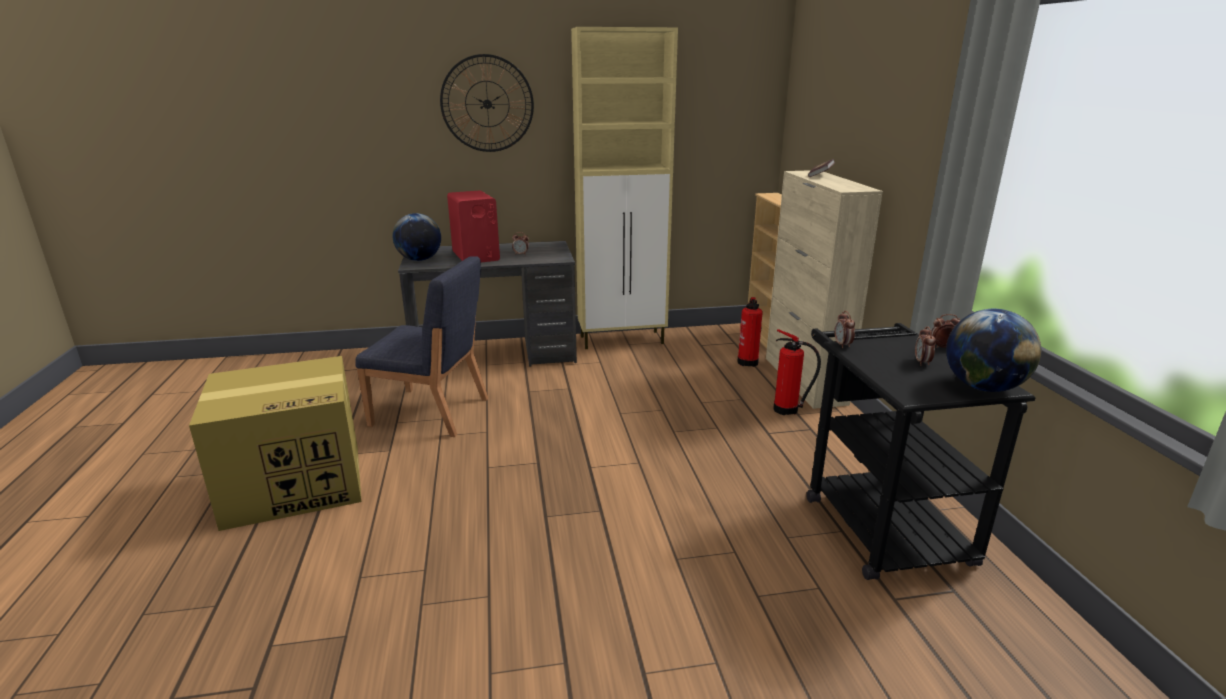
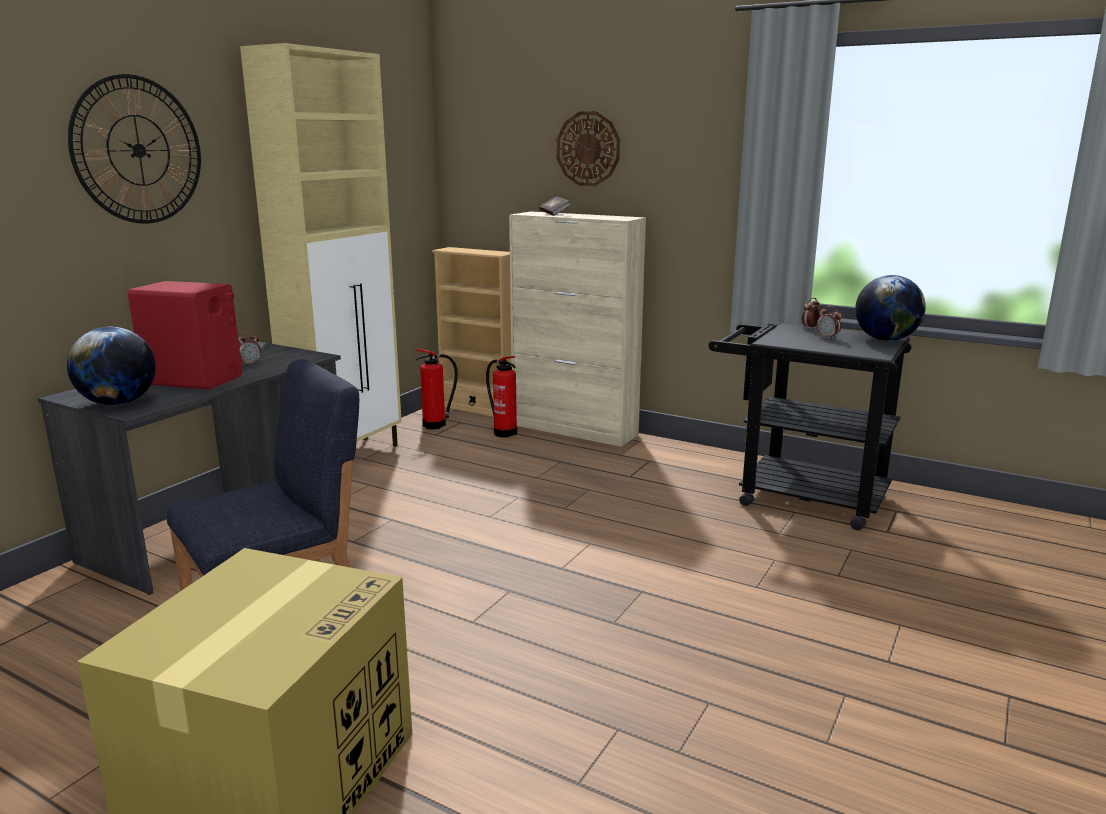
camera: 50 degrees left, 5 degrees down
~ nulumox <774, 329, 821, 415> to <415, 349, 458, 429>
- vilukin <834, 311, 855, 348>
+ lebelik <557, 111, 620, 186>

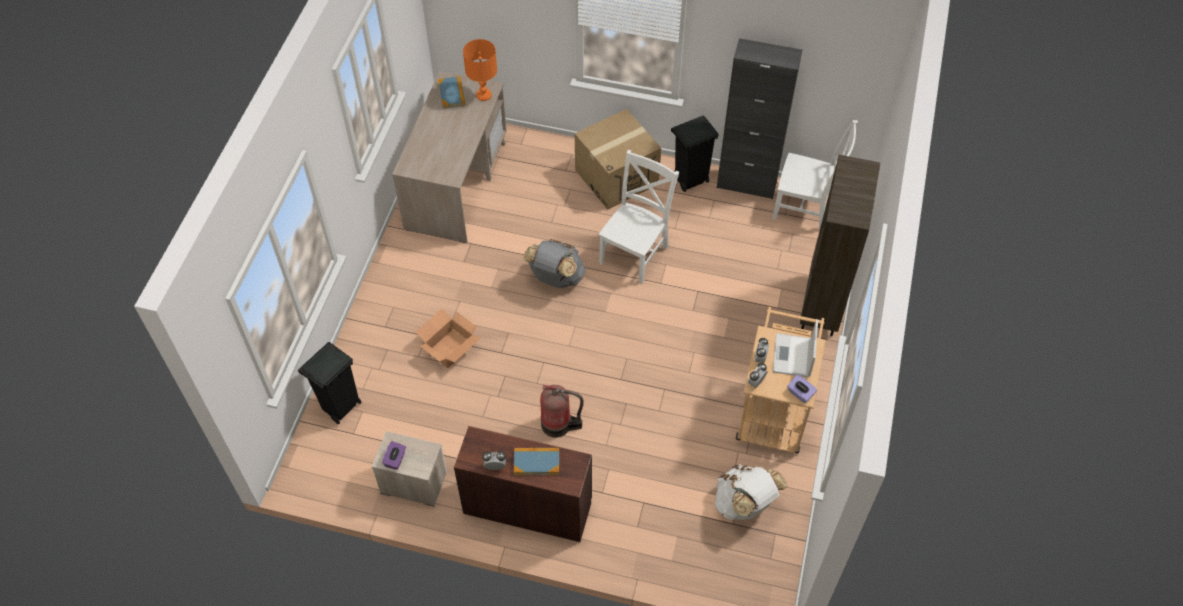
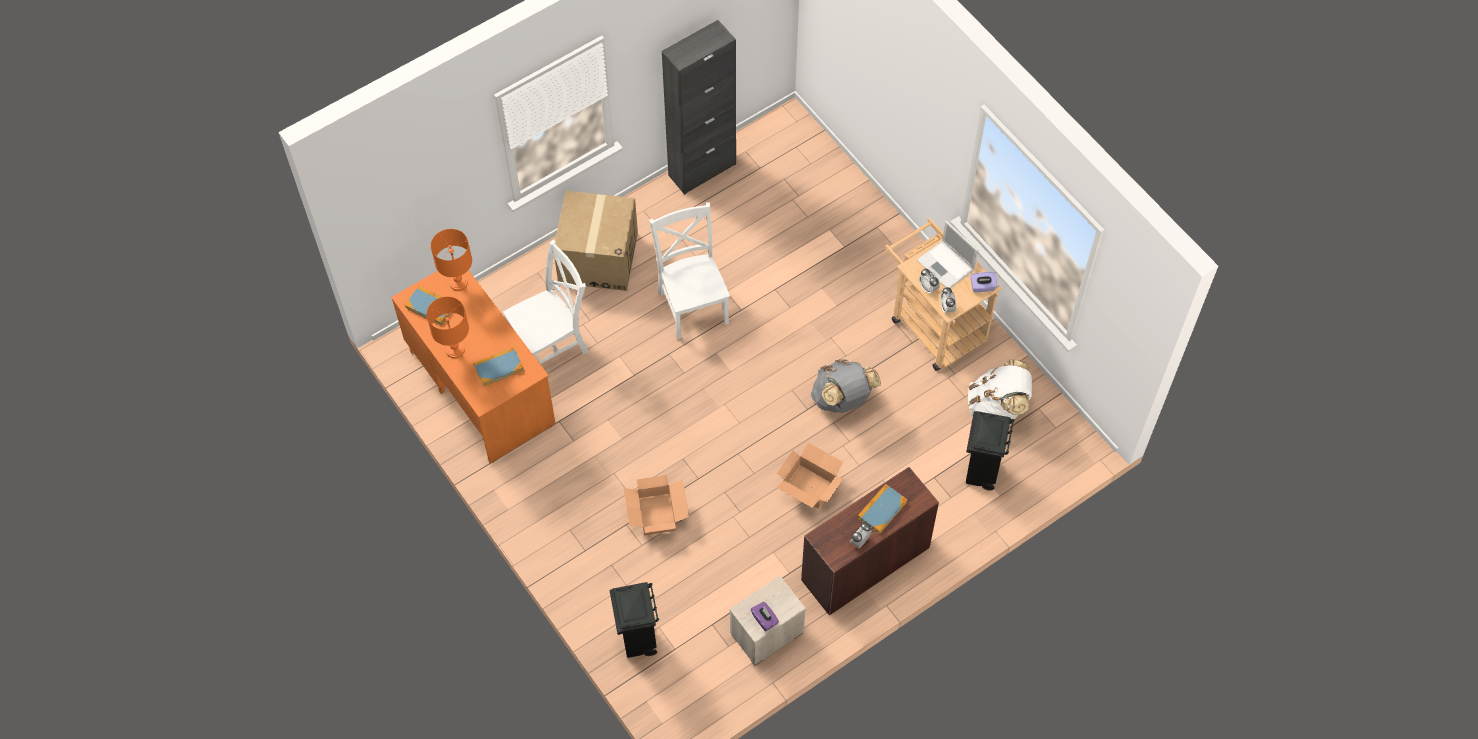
camera: 50 degrees left, 5 degrees up
~ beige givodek <392, 71, 507, 243> to orange givodek <391, 270, 556, 464>
~ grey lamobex <523, 239, 586, 288> to <811, 359, 881, 413>
~ nulumox <540, 385, 584, 438> to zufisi <777, 442, 843, 509>
~ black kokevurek <671, 116, 719, 192> to <966, 411, 1014, 490>
~ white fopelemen <772, 120, 858, 230> to <503, 240, 589, 364>
- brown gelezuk <800, 155, 880, 336>
+ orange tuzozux <426, 297, 469, 358>
+ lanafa <473, 347, 524, 386>

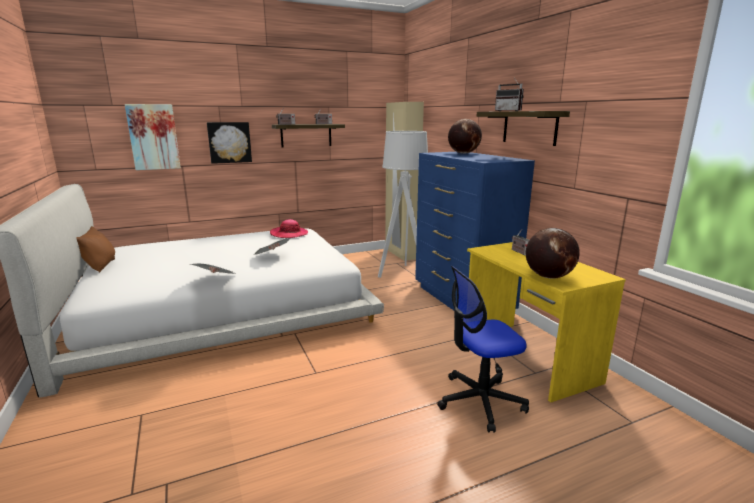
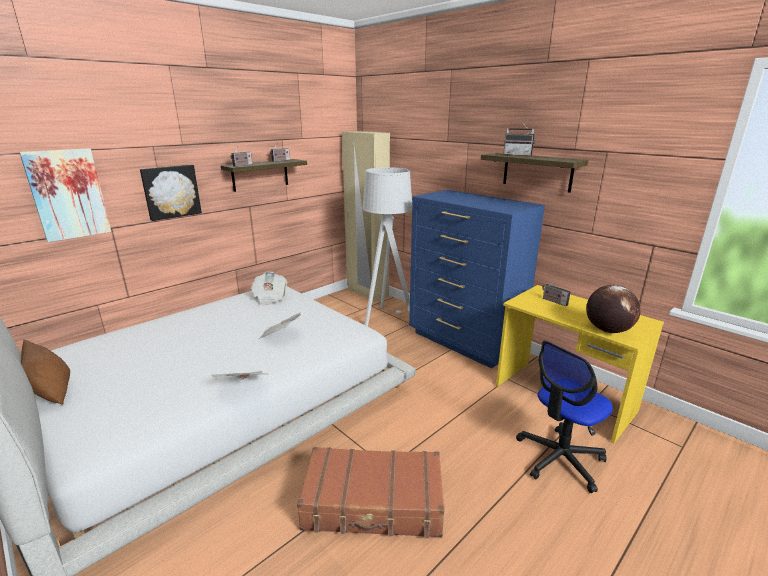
camera: 20 degrees left, 5 degrees up
~ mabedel <270, 219, 308, 238> to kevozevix <251, 272, 287, 306>
- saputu <448, 119, 482, 154>
+ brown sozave <297, 447, 445, 538>

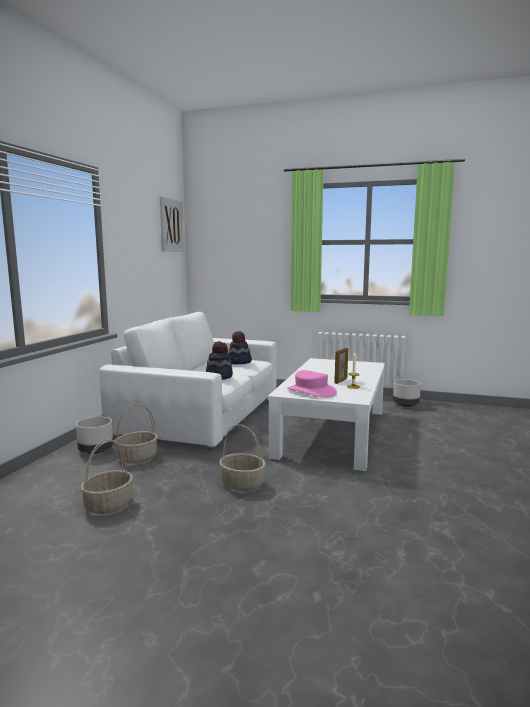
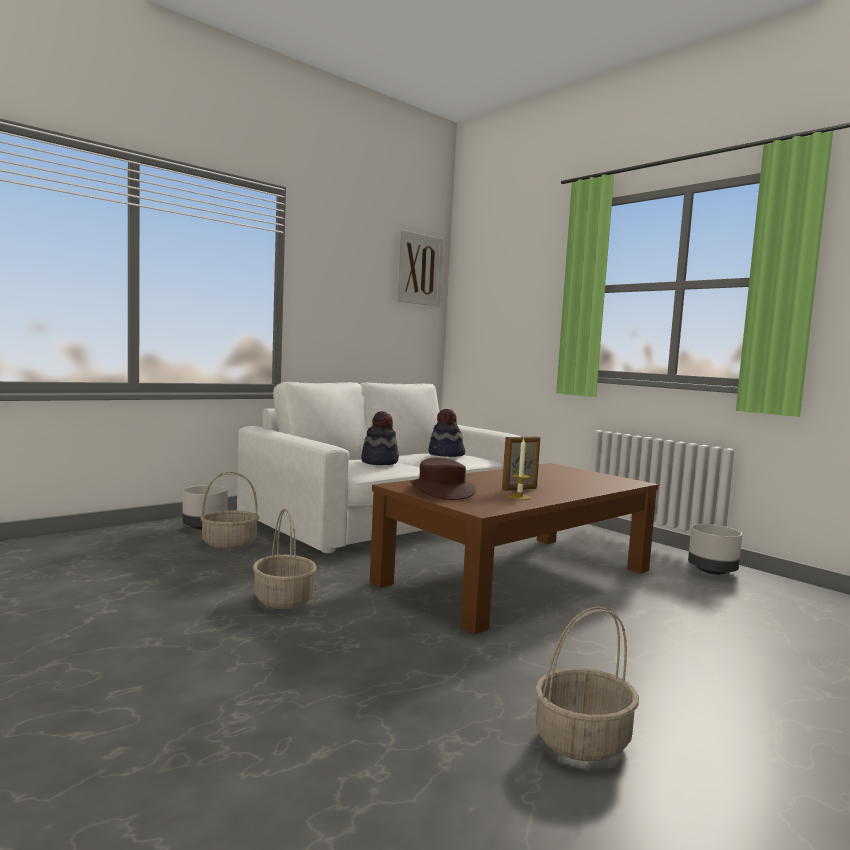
camera: 30 degrees right, 5 degrees down
~ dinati <80, 439, 133, 514> to <535, 607, 639, 761>
~ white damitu <268, 358, 385, 471> to brown damitu <370, 463, 659, 634>
~ pink mabedel <287, 370, 337, 397> to brown mabedel <410, 458, 476, 500>

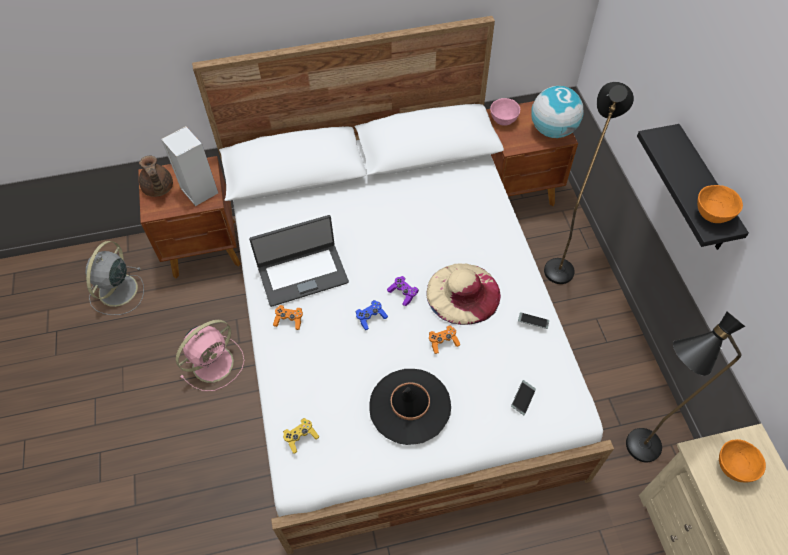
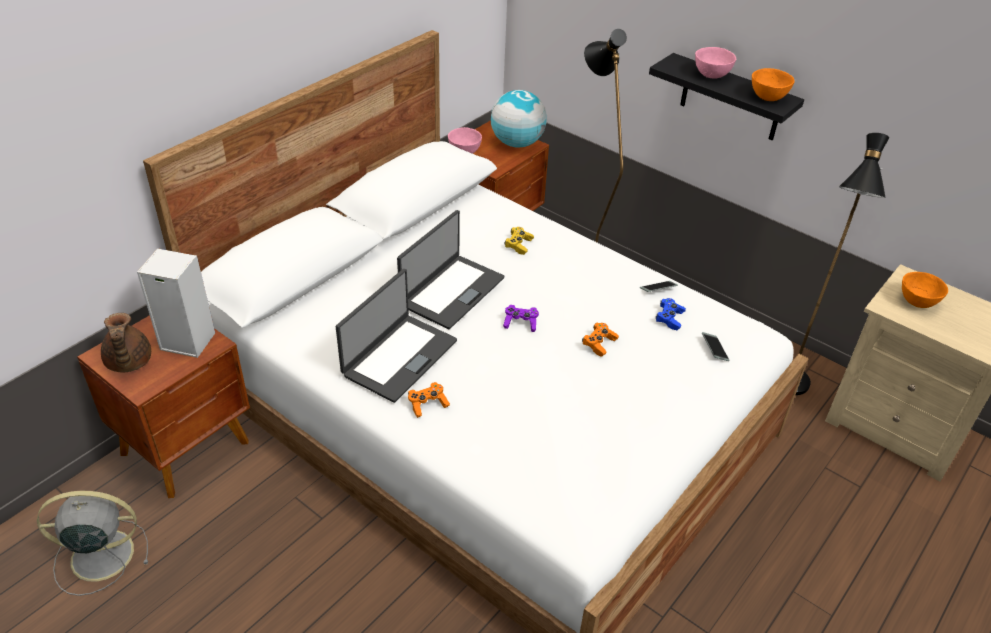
camera: 40 degrees left, 15 degrees down
~ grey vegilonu <85, 241, 144, 315> = <37, 491, 148, 596> 105 degrees clockwise
~ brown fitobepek <139, 156, 173, 197> = <101, 313, 151, 373> 45 degrees clockwise
- pink vegilonu <176, 320, 245, 391>
~ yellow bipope <283, 418, 319, 454> to <504, 227, 534, 255>
~ blue bipope <356, 300, 388, 330> to <656, 298, 686, 330>
- black mabedel <369, 369, 451, 445>
- beige mabedel <426, 264, 501, 325>
+ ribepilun <397, 210, 504, 329>
+ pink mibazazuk <695, 47, 736, 79>

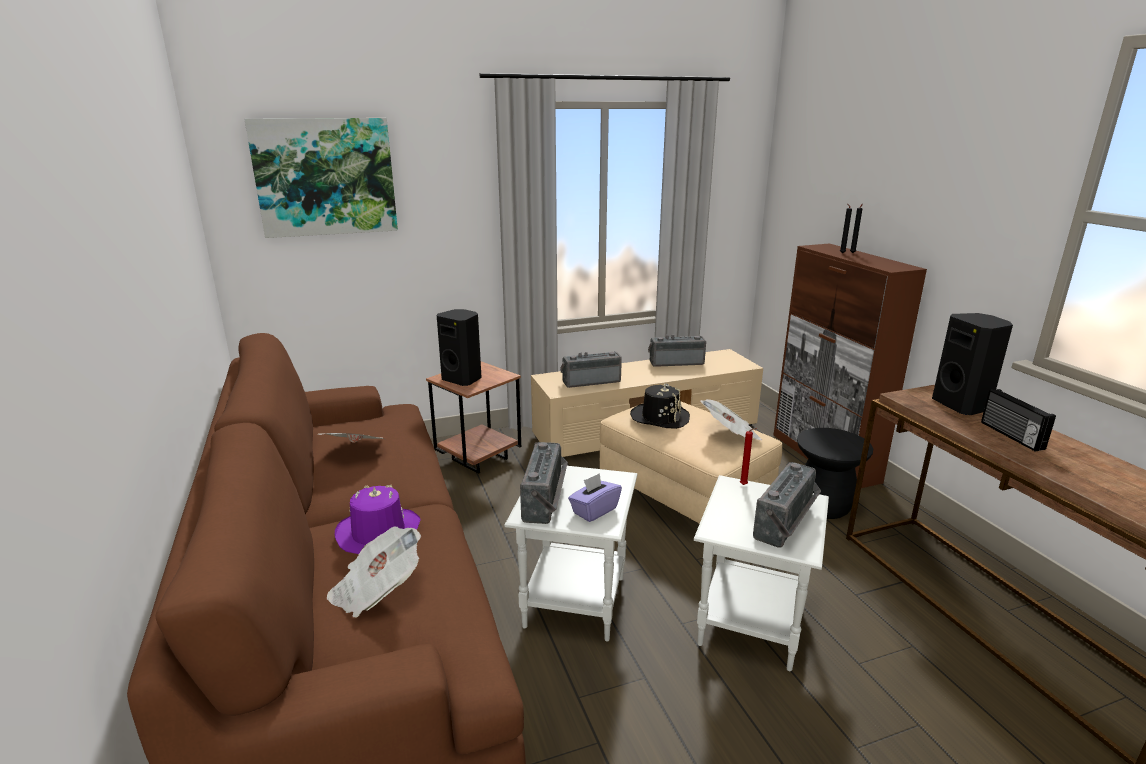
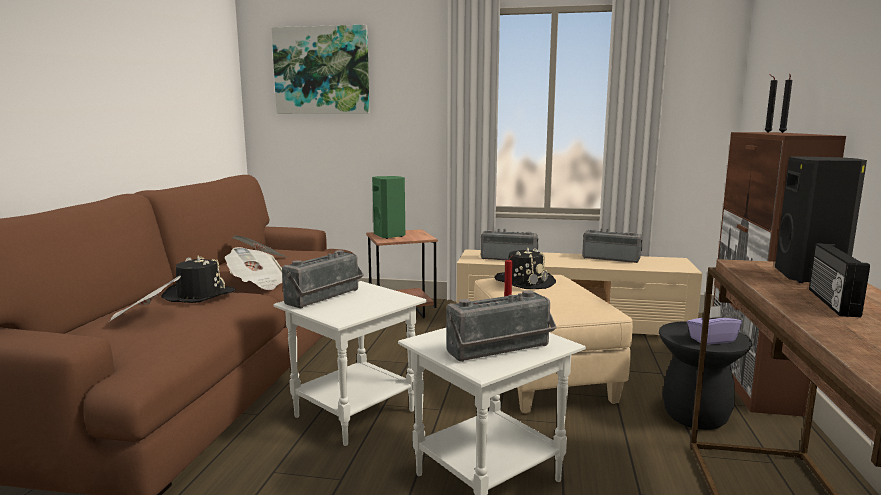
camera: 30 degrees right, 10 degrees down
~ purple mabedel <335, 485, 421, 554> to black mabedel <161, 255, 235, 303>
~ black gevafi <437, 309, 482, 386> to green gevafi <372, 176, 405, 239>
~ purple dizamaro <568, 473, 622, 522> to <687, 306, 742, 345>
~ kevozevix <700, 399, 762, 440> to <225, 247, 283, 290>

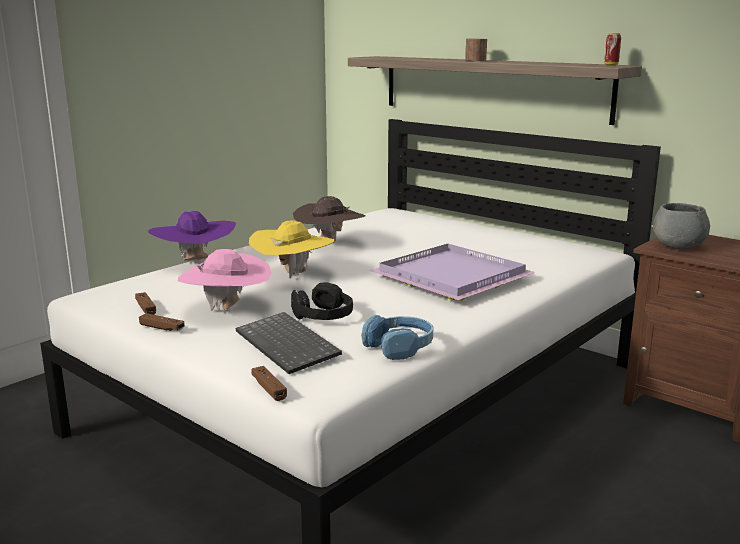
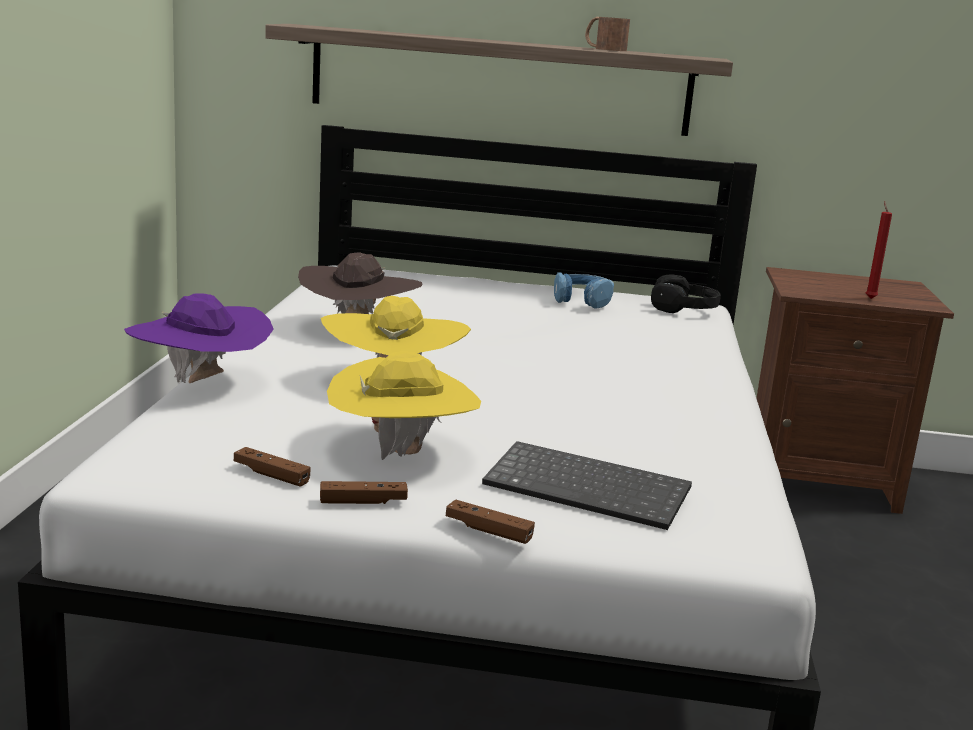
camera: 35 degrees left, 0 degrees up
~ pink mabedel <178, 249, 271, 311> to yellow mabedel <327, 352, 481, 460>
~ brown bipope <252, 366, 287, 401> to <446, 500, 535, 544>
~ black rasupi <291, 282, 353, 320> to <651, 274, 721, 313>
~ blue rasupi <361, 315, 433, 360> to <554, 272, 614, 309>
- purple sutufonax <369, 244, 535, 301>
~ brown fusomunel <465, 39, 487, 61> to <585, 17, 630, 51>
- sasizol <604, 33, 621, 66>
- grey mibazazuk <653, 203, 710, 249>
+ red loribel <866, 201, 892, 299>

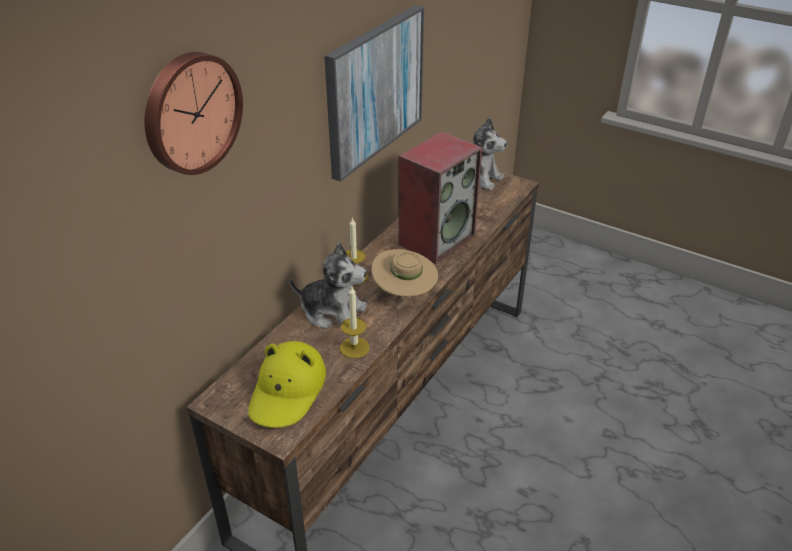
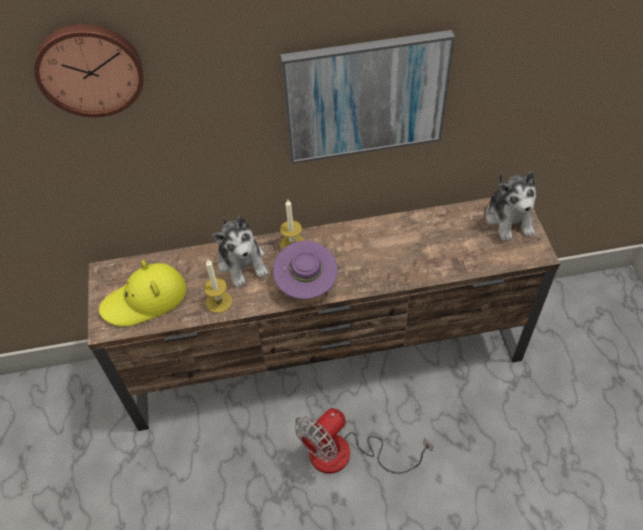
camera: 50 degrees right, 15 degrees up
~ beige mabedel <371, 249, 438, 297> to purple mabedel <273, 241, 338, 299>
- gevafi <398, 131, 482, 264>
+ vegilonu <294, 408, 433, 474>

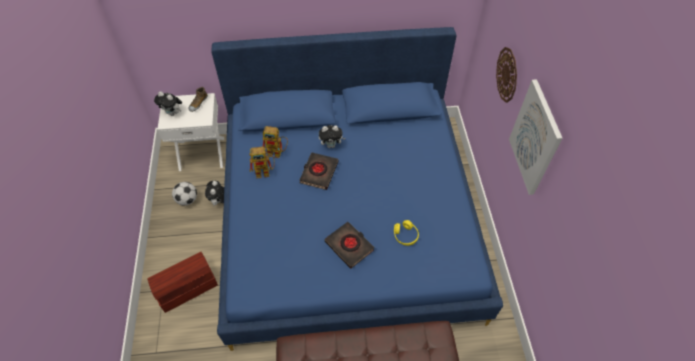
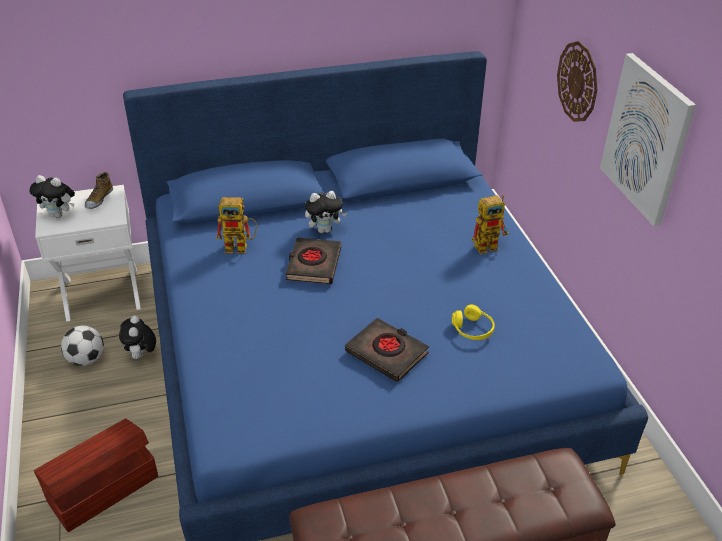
camera: 10 degrees left, 15 degrees down
~ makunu <250, 147, 275, 178> to <472, 195, 509, 254>

